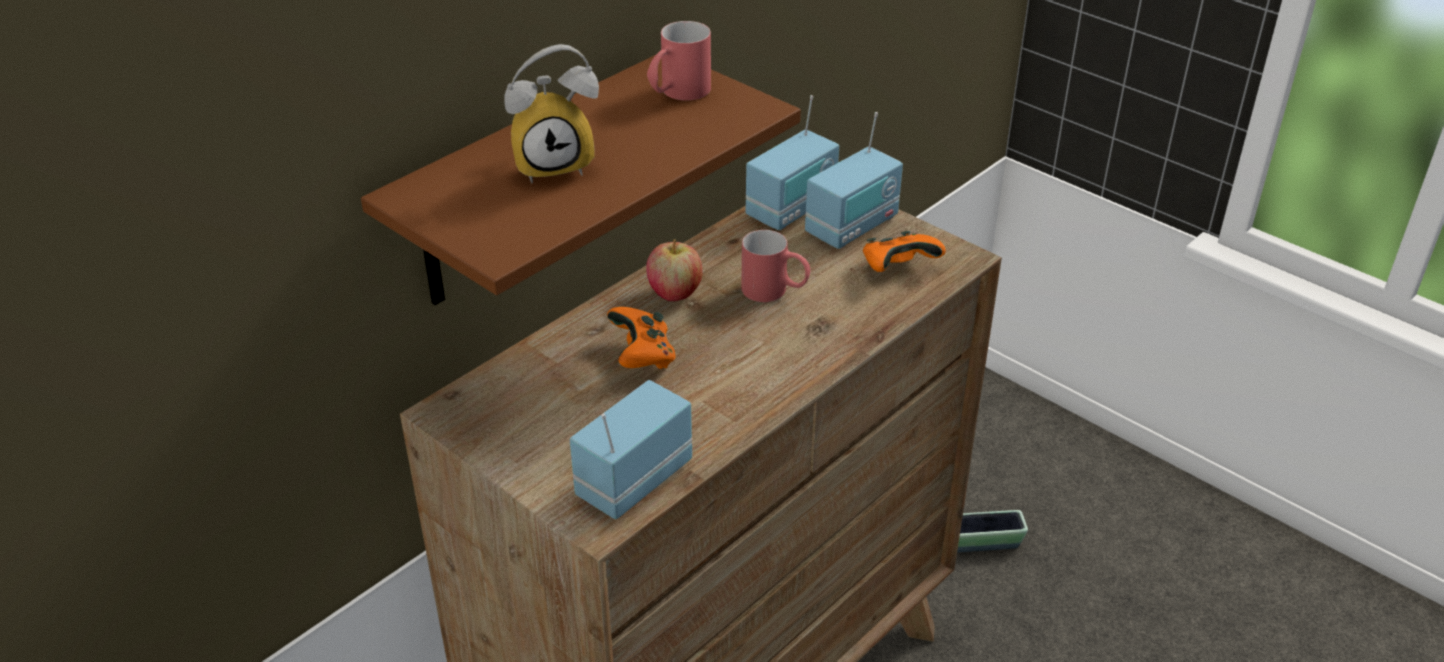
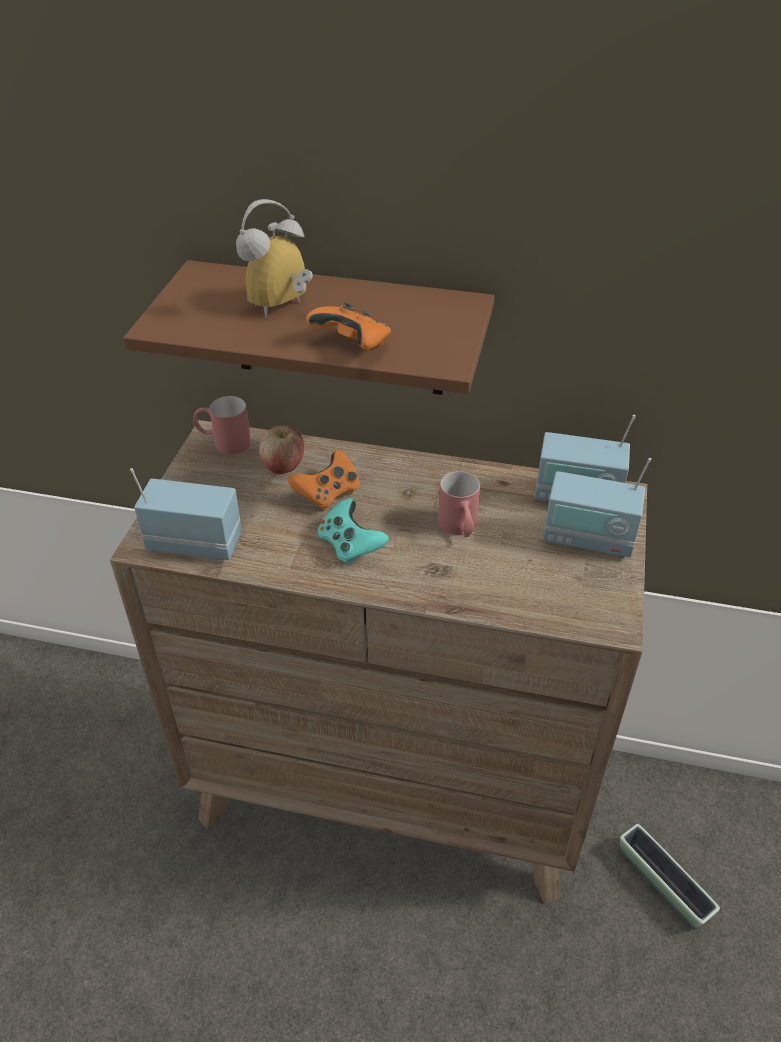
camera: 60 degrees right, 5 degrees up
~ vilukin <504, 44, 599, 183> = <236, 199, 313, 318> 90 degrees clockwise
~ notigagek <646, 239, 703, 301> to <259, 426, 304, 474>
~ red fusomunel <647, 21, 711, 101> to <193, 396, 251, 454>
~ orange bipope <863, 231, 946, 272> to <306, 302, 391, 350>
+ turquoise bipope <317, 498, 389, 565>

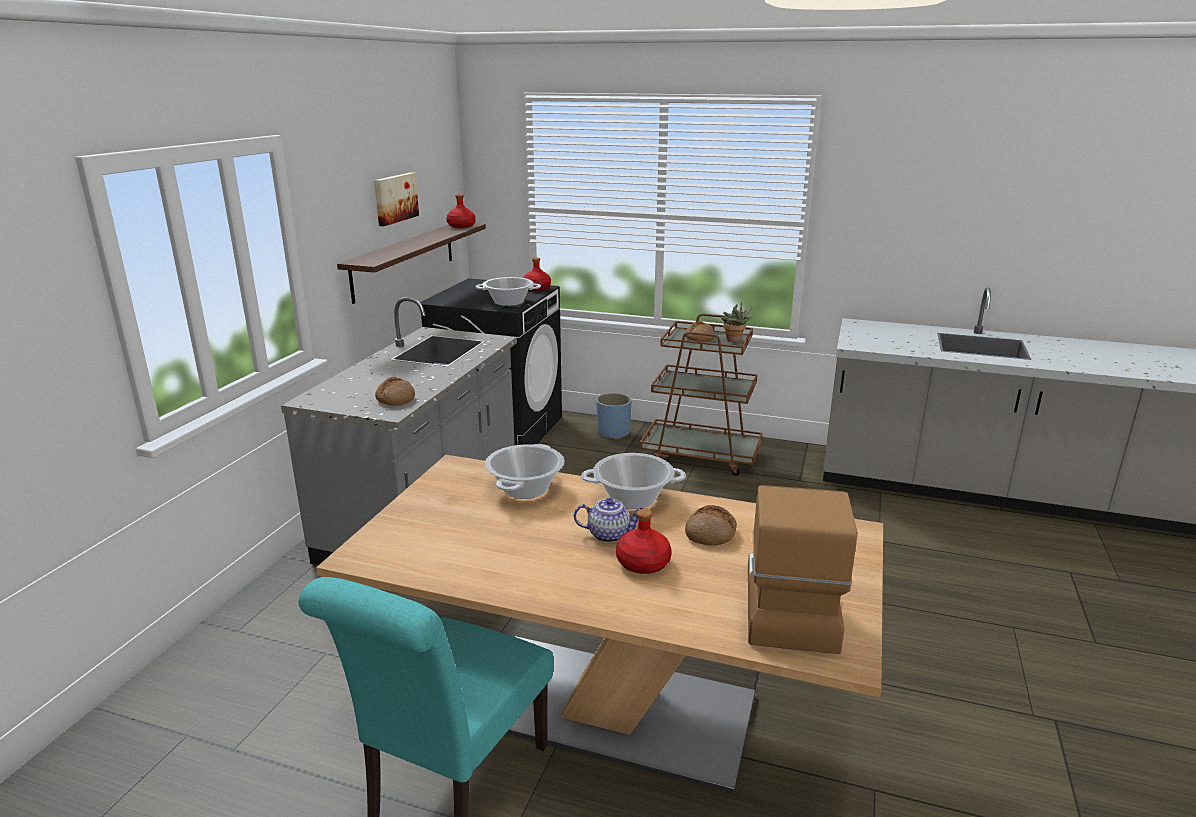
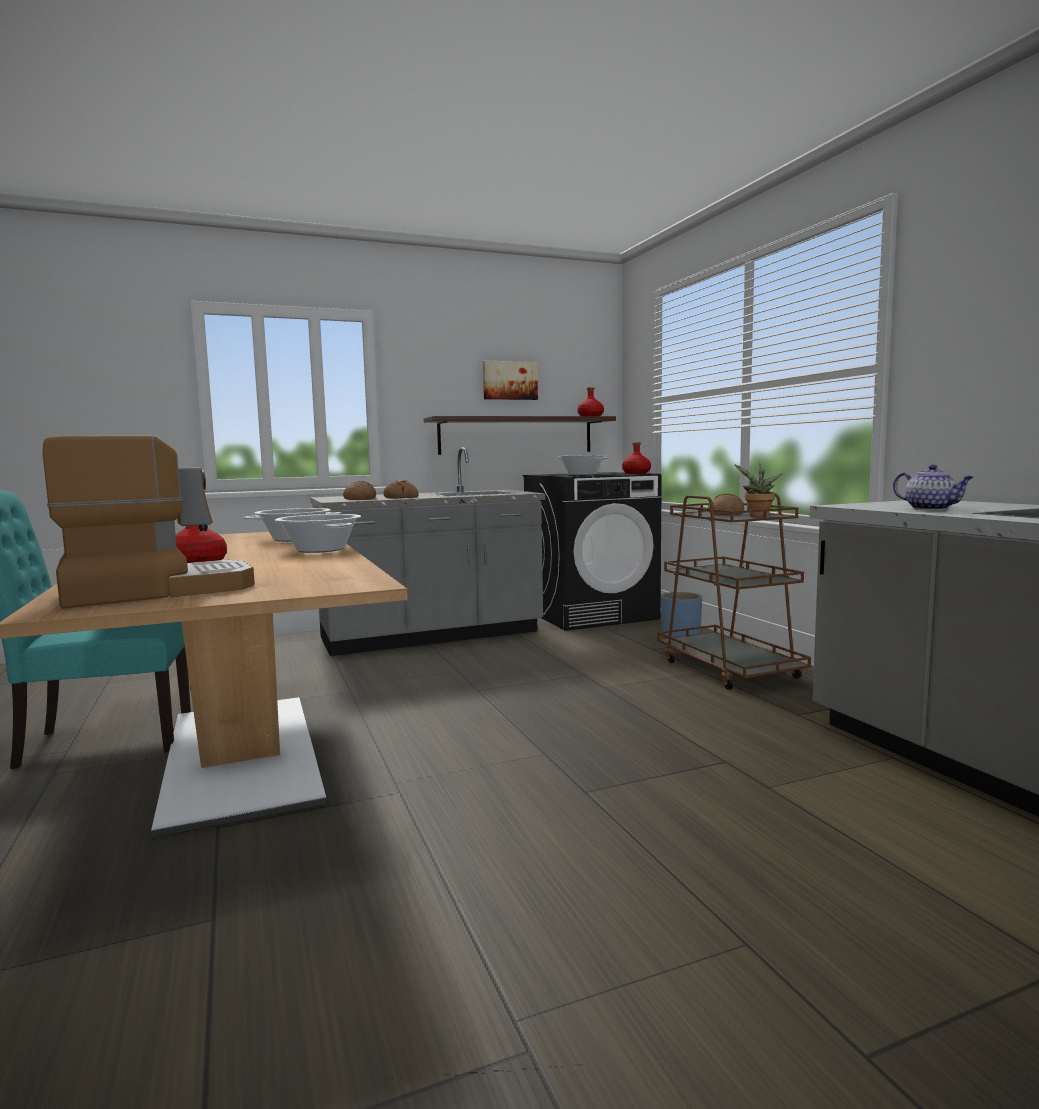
camera: 50 degrees right, 15 degrees down
~ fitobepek <574, 498, 644, 543> to <893, 464, 973, 510>
~ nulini <685, 505, 737, 546> to <383, 480, 418, 498>

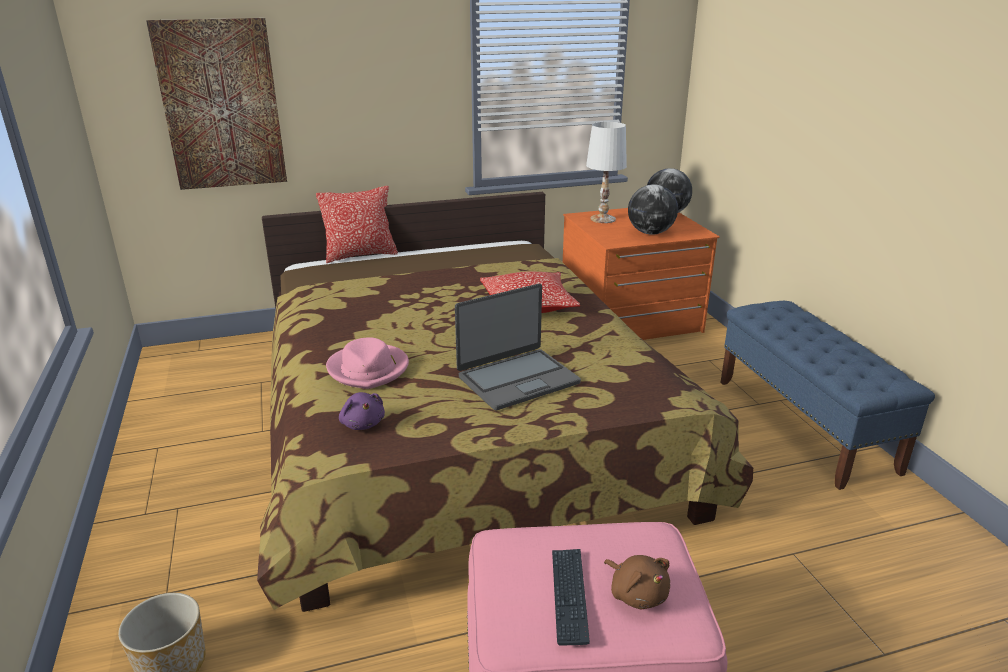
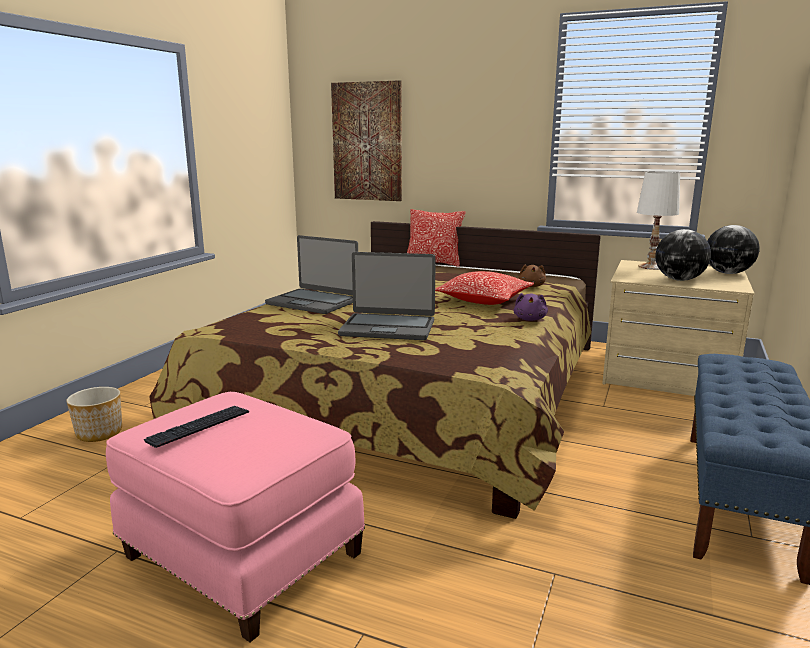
camera: 40 degrees right, 10 degrees down
~ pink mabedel <326, 337, 409, 389> to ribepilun <265, 235, 358, 314>
~ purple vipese <339, 392, 385, 430> to <513, 293, 548, 321>
~ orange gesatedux <563, 208, 720, 340> to beige gesatedux <602, 260, 755, 396>
~ brown vipese <604, 555, 670, 609> to <518, 264, 546, 287>

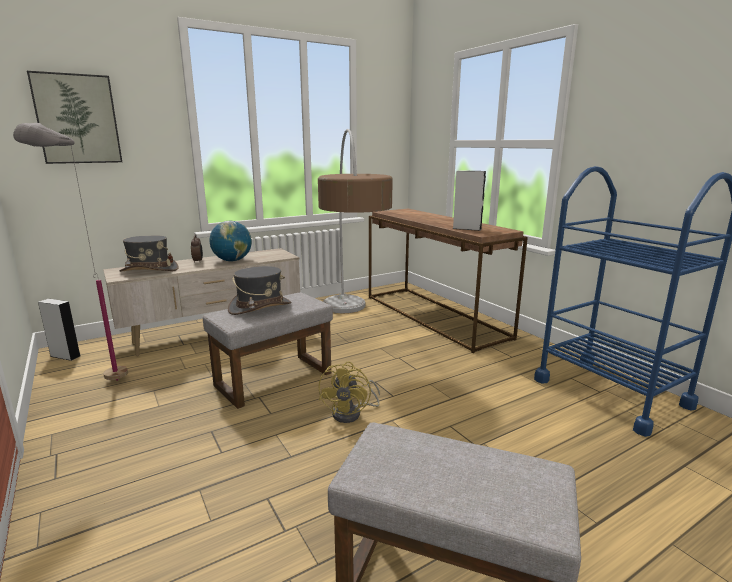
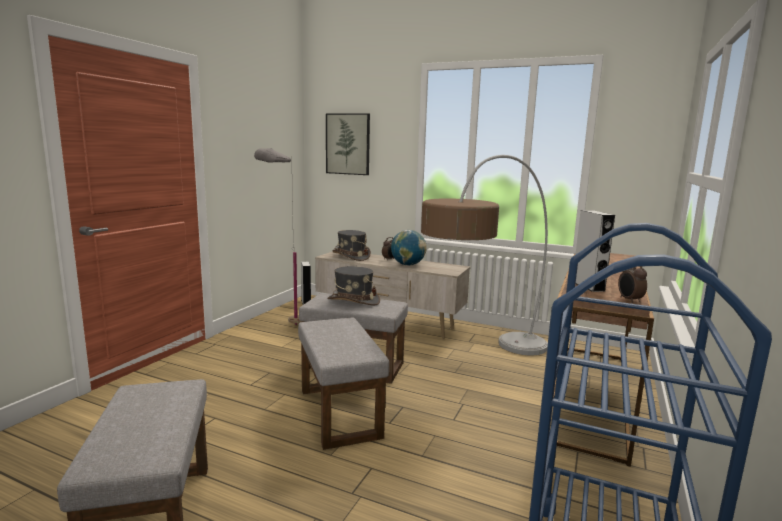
camera: 55 degrees right, 5 degrees down
~ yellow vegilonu <319, 361, 380, 423> to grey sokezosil <298, 317, 389, 450>
+ vilukin <618, 266, 647, 303>

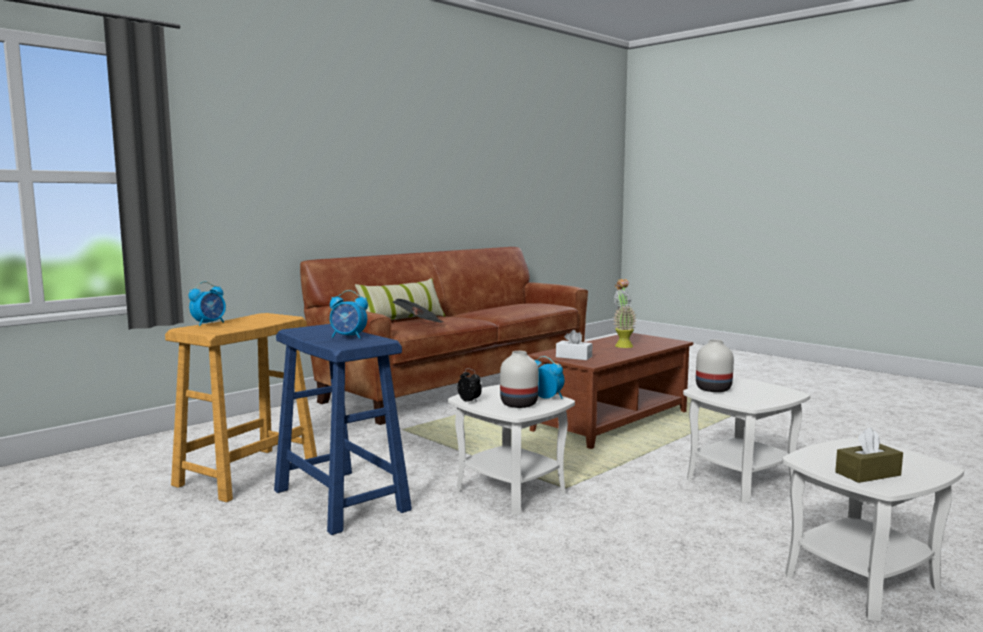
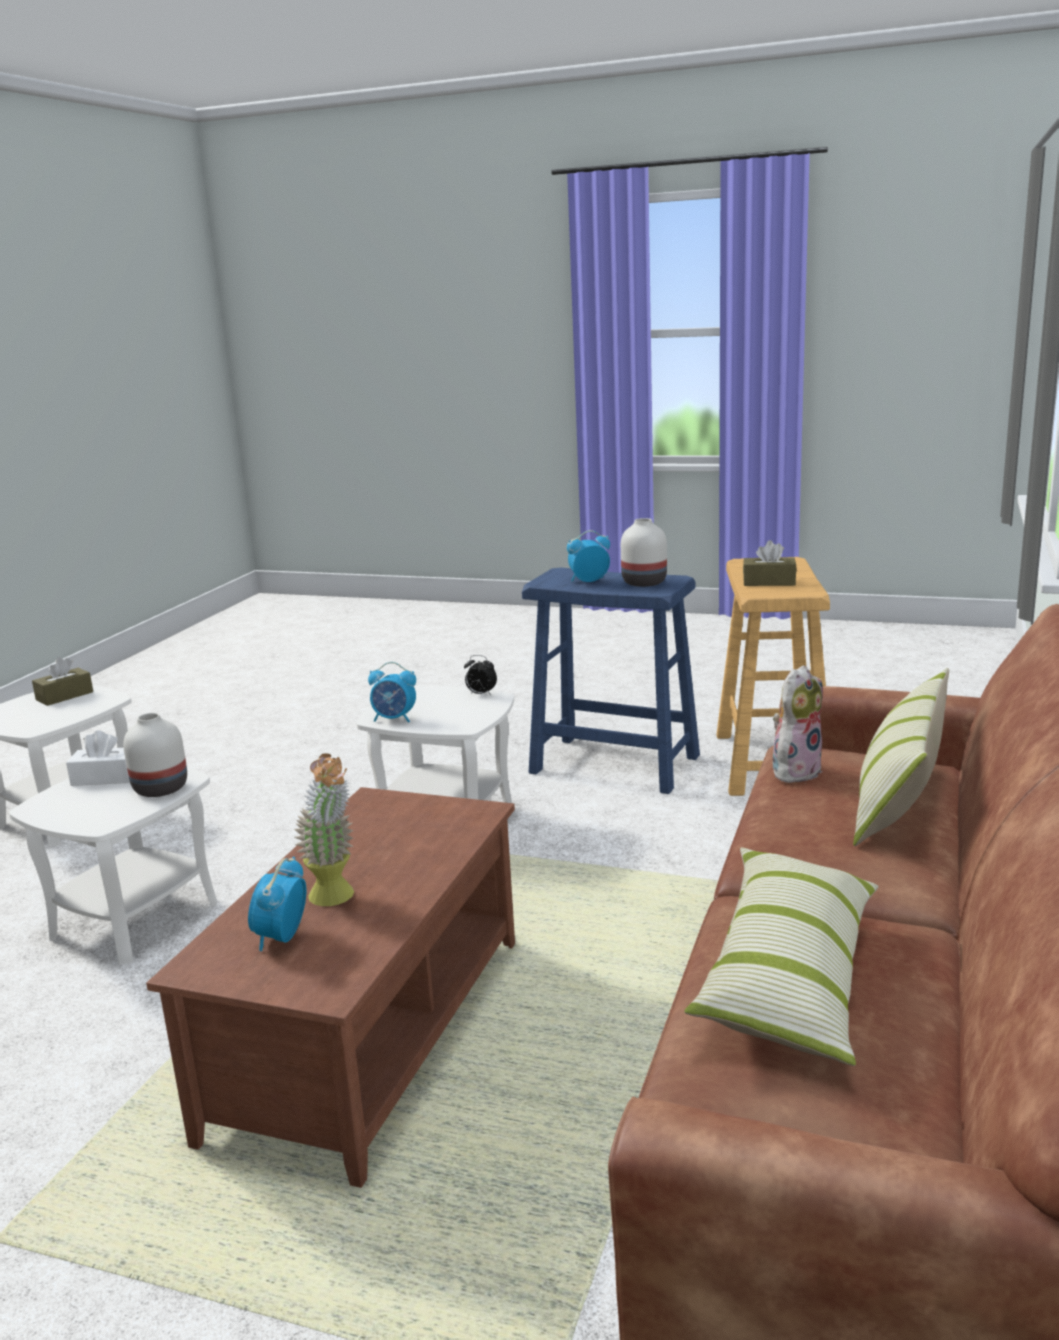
camera: 155 degrees right, 10 degrees up
~ vilukin <189, 281, 226, 326> to <248, 857, 306, 951>
~ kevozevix <393, 299, 443, 322> to vipese <773, 665, 823, 783>
~ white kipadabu <500, 351, 539, 408> to <621, 518, 667, 587>
~ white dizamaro <556, 330, 592, 360> to <66, 730, 130, 786>
+ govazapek <684, 848, 879, 1066>
+ brown dizamaro <743, 540, 797, 586>

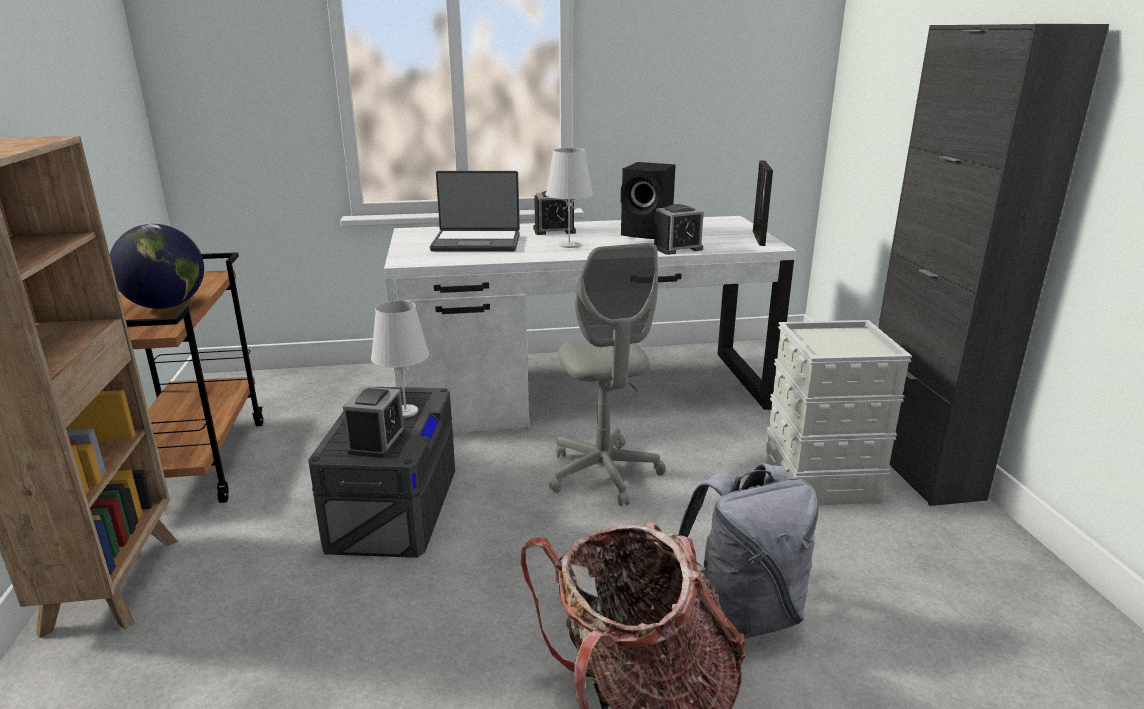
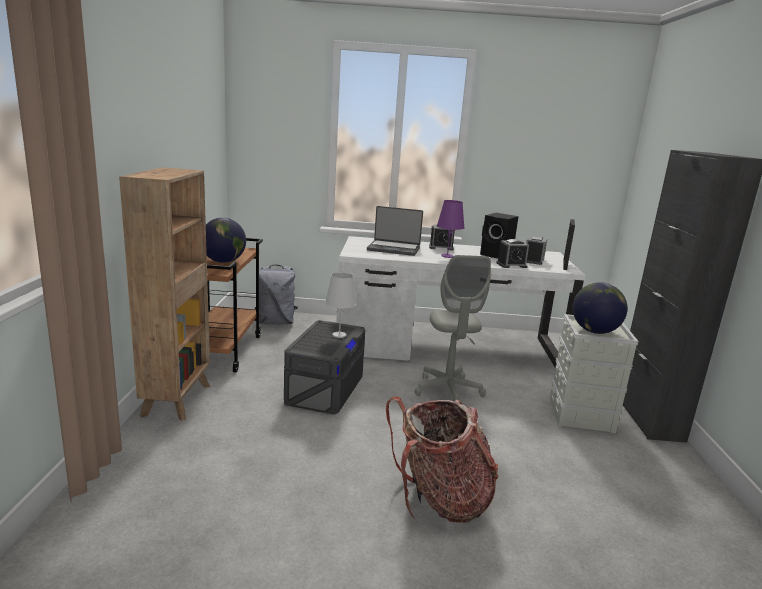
camera: 10 degrees right, 5 degrees down
~ vilukin <343, 386, 405, 458> to <526, 236, 547, 265>
~ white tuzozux <545, 148, 593, 248> to purple tuzozux <437, 200, 465, 258>
~ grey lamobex <678, 463, 818, 639> to <255, 265, 298, 325>
+ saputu <573, 282, 627, 334>

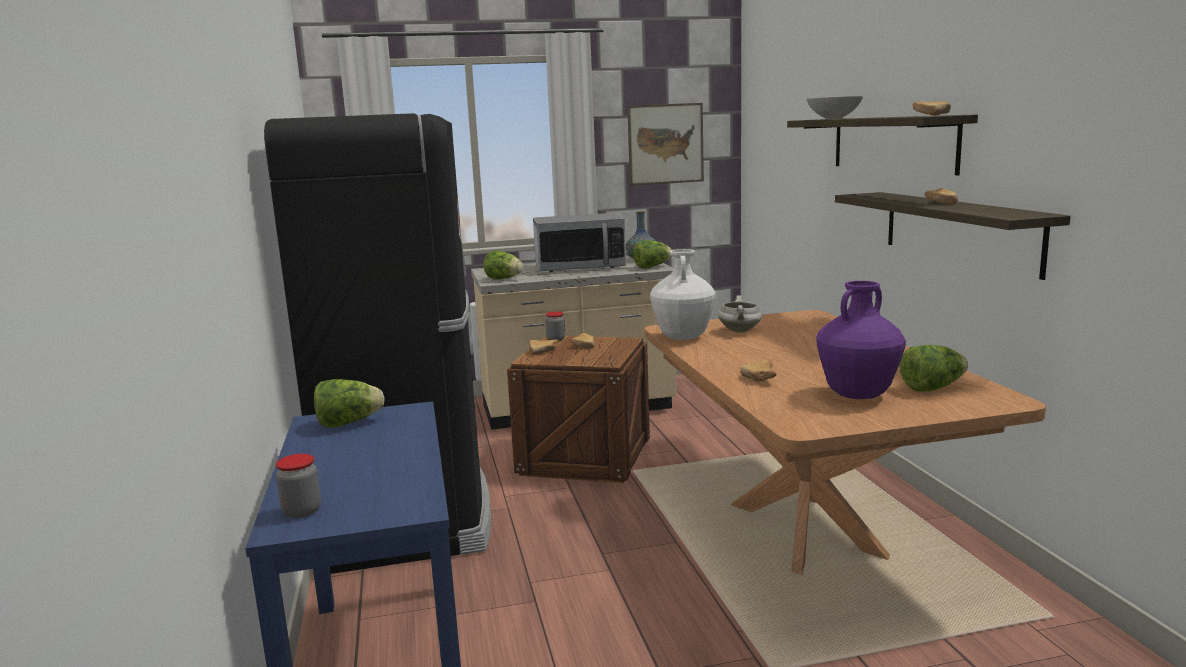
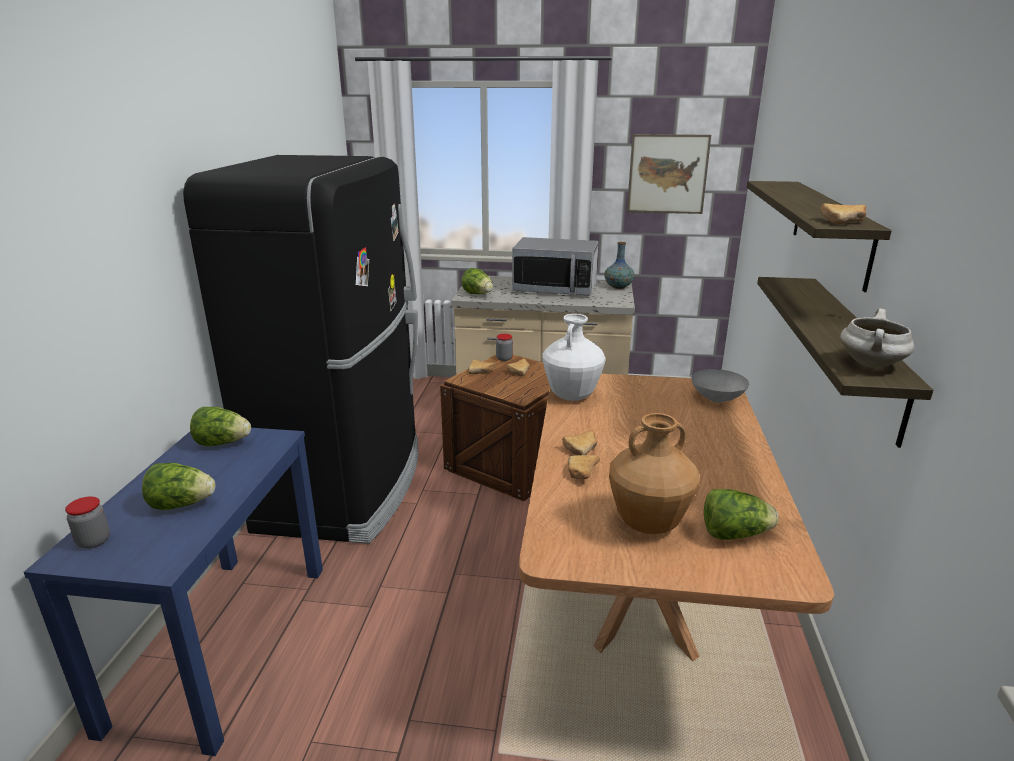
camera: 20 degrees right, 10 degrees up
~ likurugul <633, 240, 672, 268> to <142, 463, 216, 510>
~ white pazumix <718, 295, 762, 333> to <840, 309, 914, 368>
~ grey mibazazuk <807, 96, 863, 119> to <691, 369, 749, 403>
~ purple kipadabu <816, 281, 906, 399> to brown kipadabu <609, 413, 700, 534>
~ nulini <925, 188, 958, 205> to <562, 430, 597, 455>

